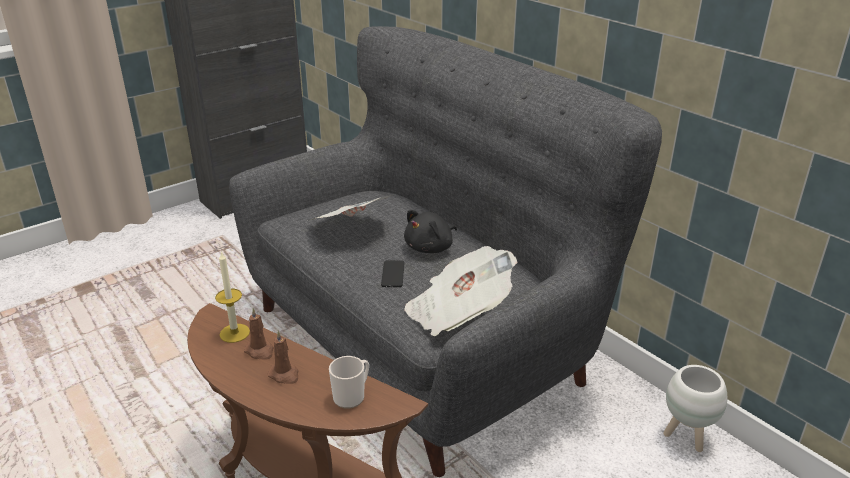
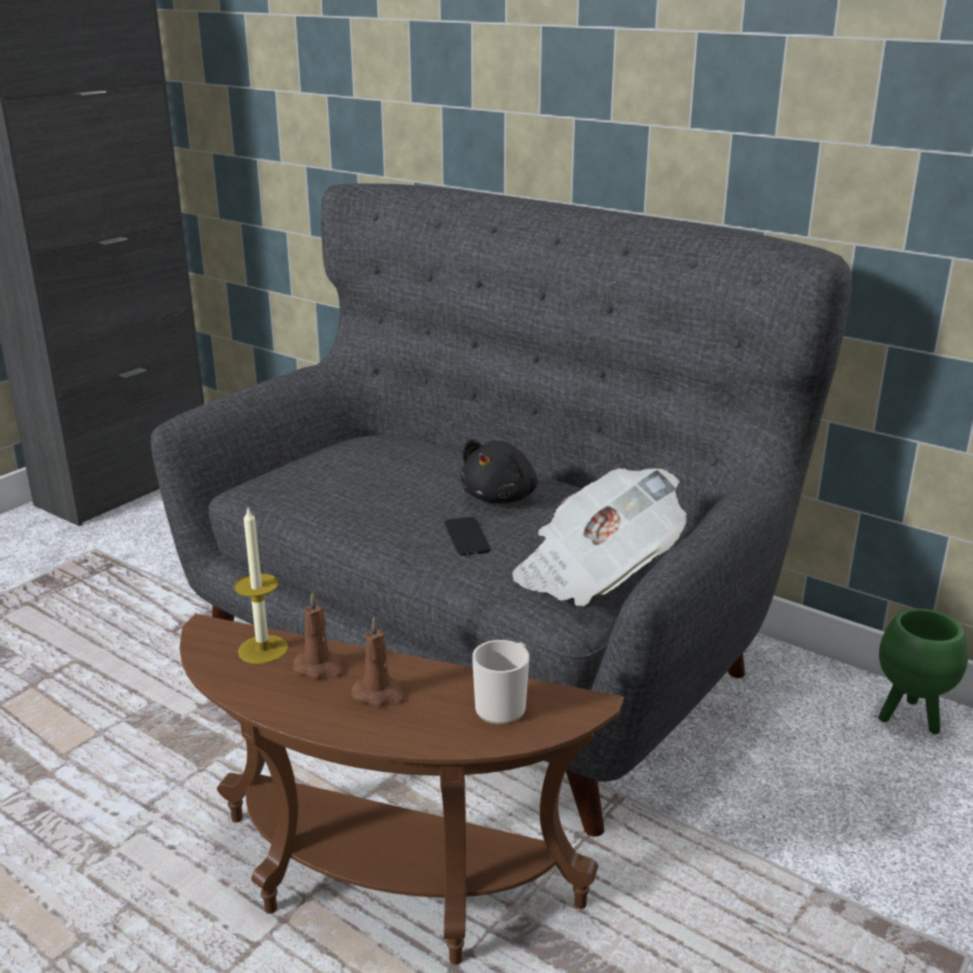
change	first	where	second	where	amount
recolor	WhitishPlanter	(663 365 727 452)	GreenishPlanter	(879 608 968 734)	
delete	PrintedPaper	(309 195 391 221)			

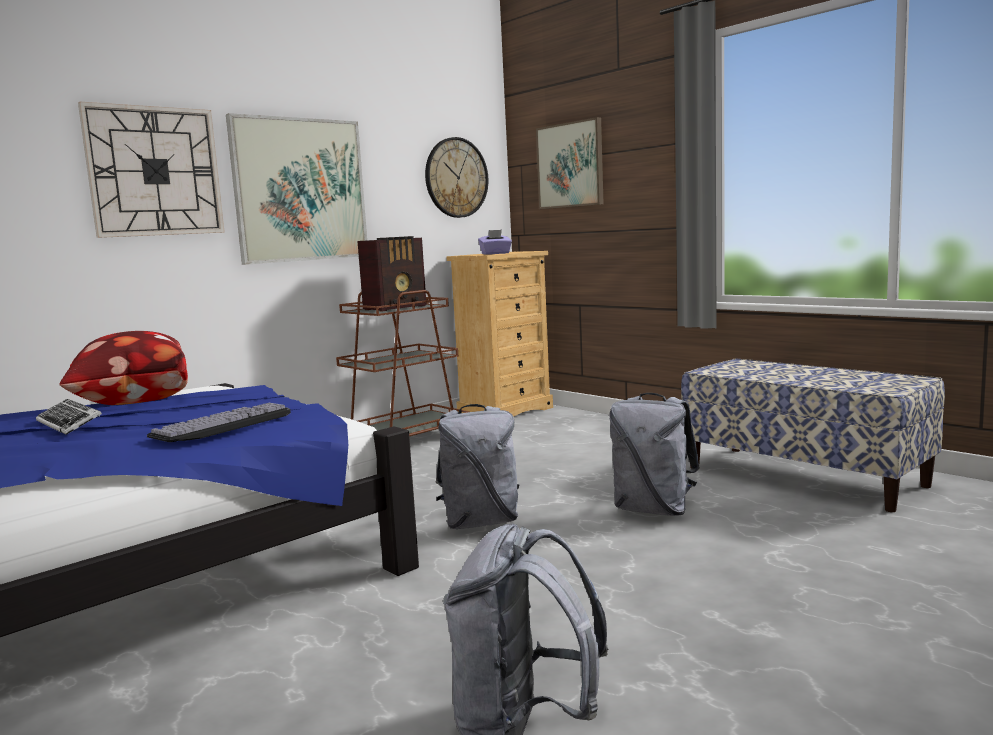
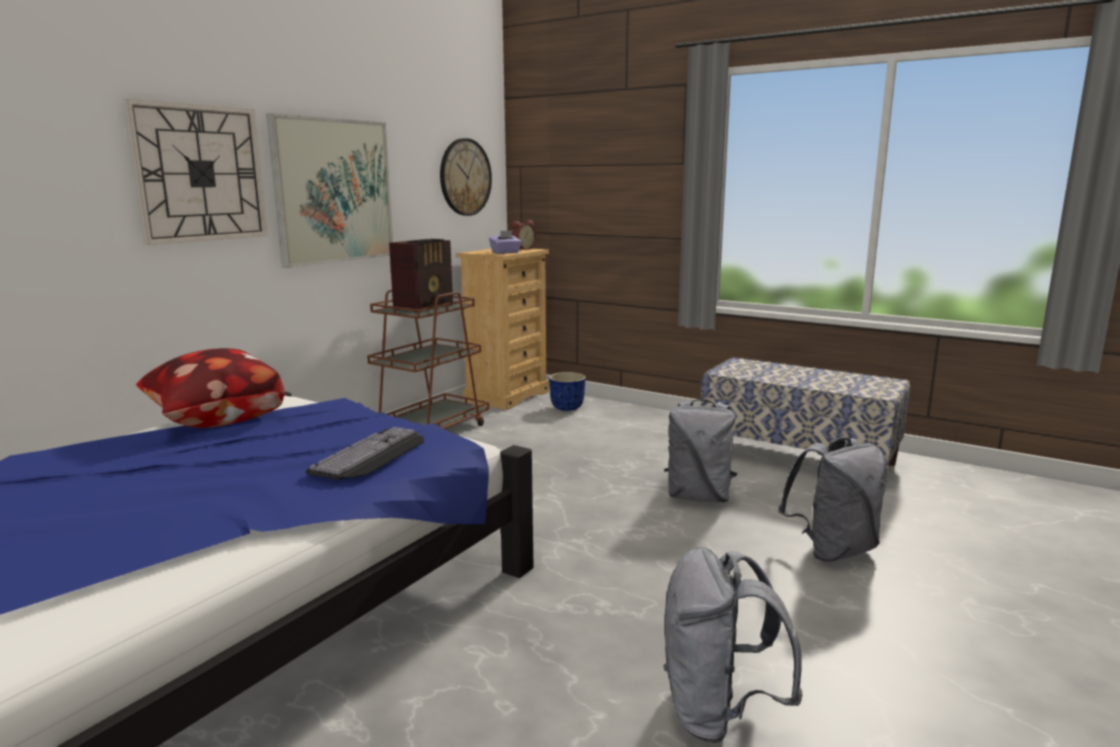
change	first	where	second	where	amount
insert			AlarmClock	(510 220 536 250)	
insert			Planter	(549 372 586 411)	
move	GreyishRucksack	(436 404 520 529)		(778 437 887 562)	
delete	ComputerKeyboard	(36 399 102 435)			
delete	Picture	(536 117 604 209)			

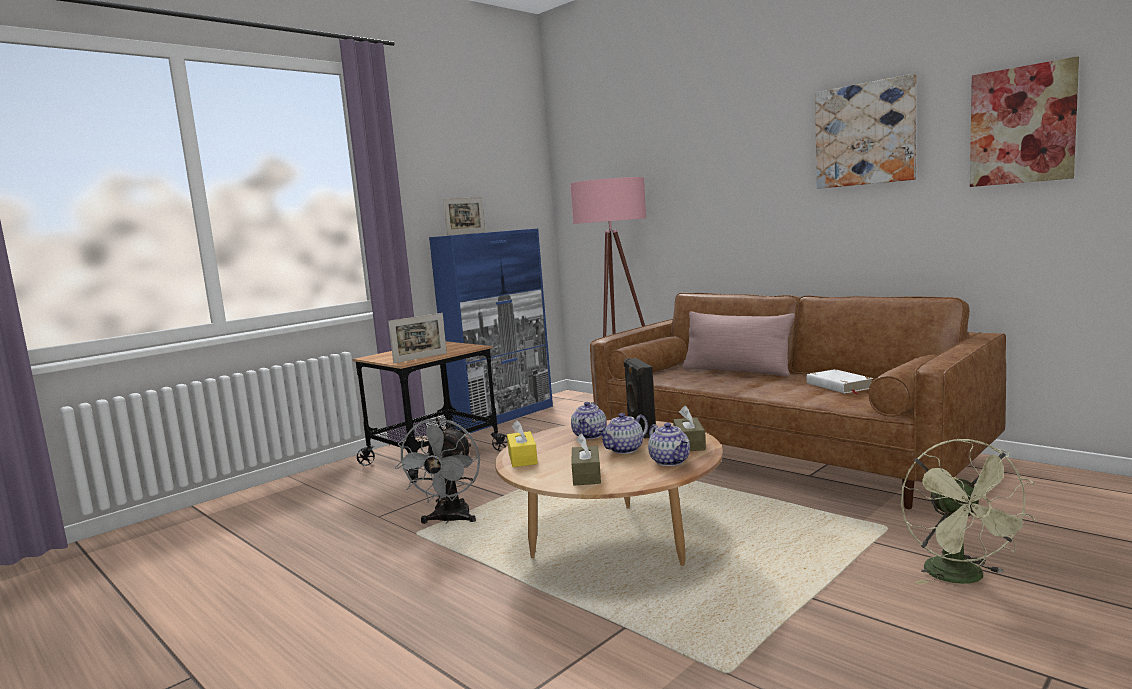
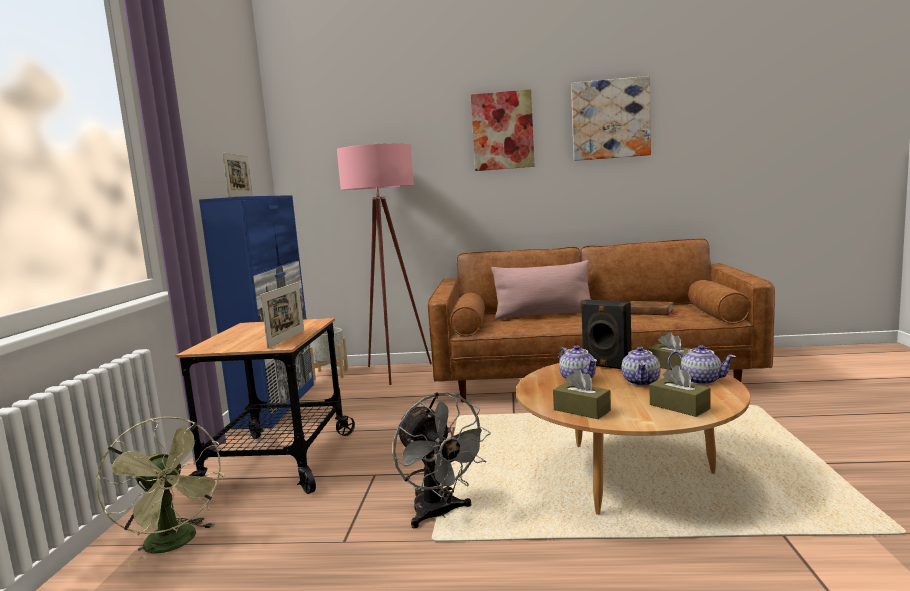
change	first	where	second	where	amount
move	GreenishFan	(901 438 1036 585)		(96 417 225 566)	
insert			GreyishPlanter	(310 328 348 380)	
move	Picture	(970 56 1079 187)		(471 89 535 171)	
recolor	YellowTissueHolder	(507 420 538 467)	BrownTissueHolder	(553 370 611 419)	
recolor	WhitishVolume	(807 369 874 395)	BrownVolume	(630 301 678 316)	

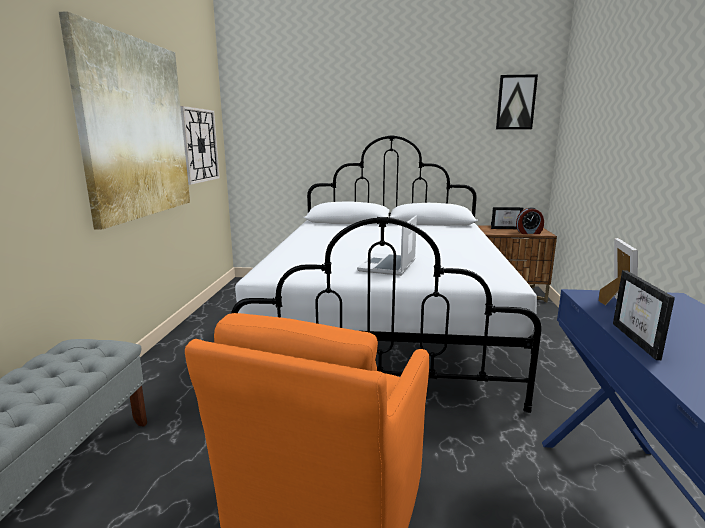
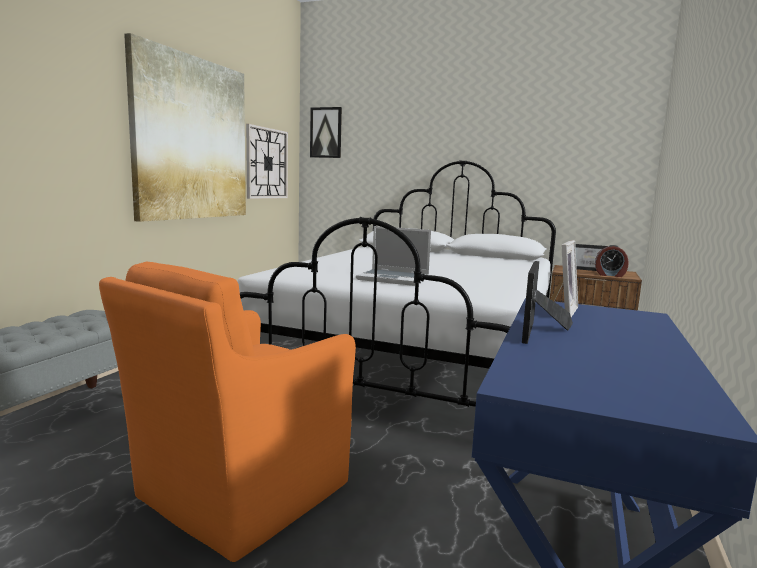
change	first	where	second	where	amount
move	Picture	(496 74 538 129)		(310 107 342 158)	
rotate	PortableComputer	(357 216 417 276)		(356 226 431 286)	105 degrees counterclockwise

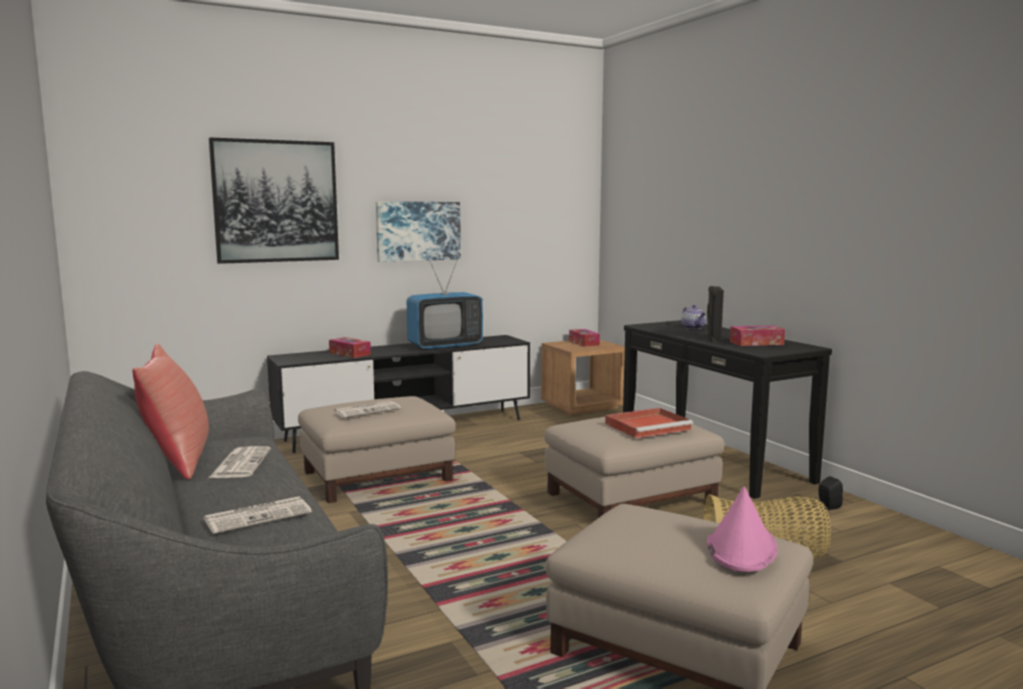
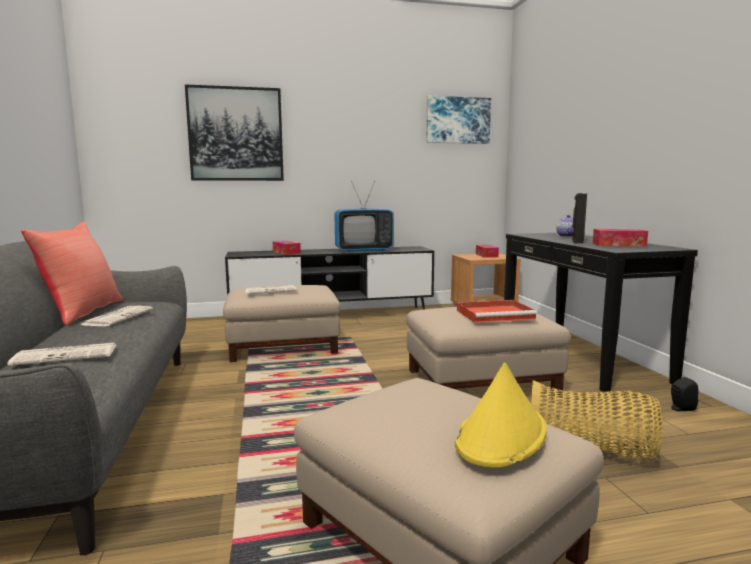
change	first	where	second	where	amount
move	Picture	(376 202 461 262)		(426 96 491 144)	
recolor	PinkishHat	(707 487 777 572)	YellowHat	(455 363 547 467)	

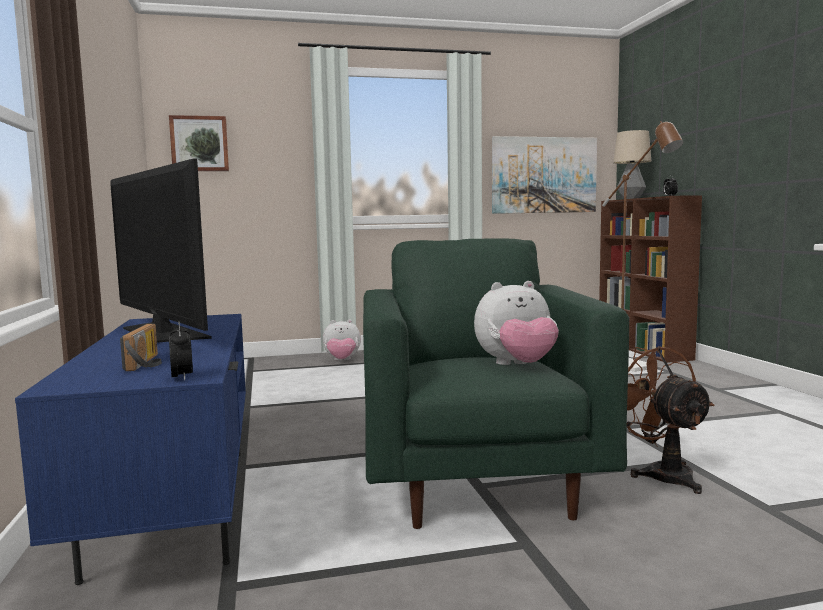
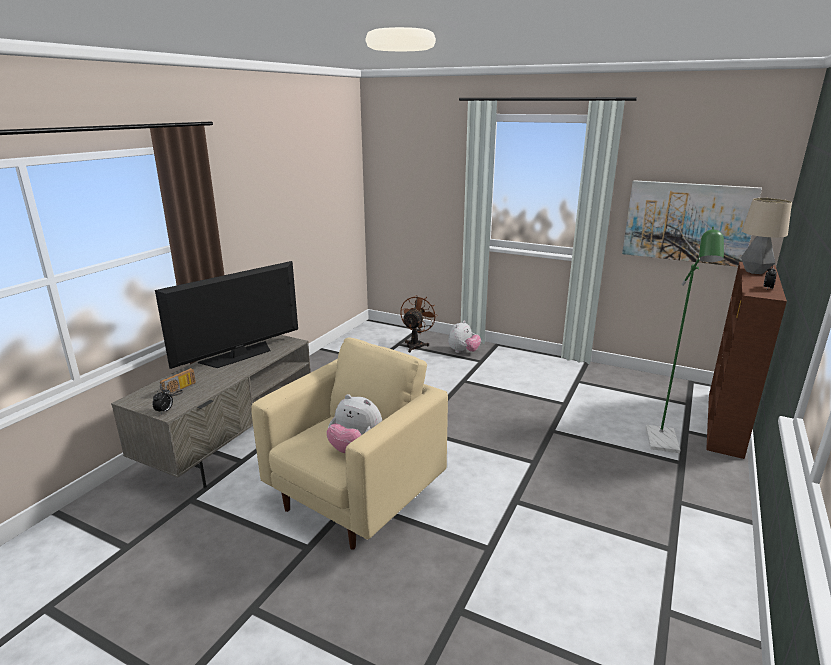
change	first	where	second	where	amount
recolor	BlueTvStand	(15 314 246 585)	GreyishTvStand	(111 335 311 488)	
rotate	Tv	(111 158 212 343)		(155 261 298 369)	135 degrees counterclockwise
recolor	GreenishEasyChair	(363 238 629 529)	BeigeEasyChair	(251 338 448 550)	
move	BrownFan	(627 346 715 494)		(400 295 438 352)	
rotate	SoftToy	(323 319 361 360)		(448 321 481 353)	90 degrees counterclockwise
recolor	BrownStandingLamp	(602 121 683 372)	GreenishStandingLamp	(646 227 724 453)	
delete	Picture	(169 115 229 171)			

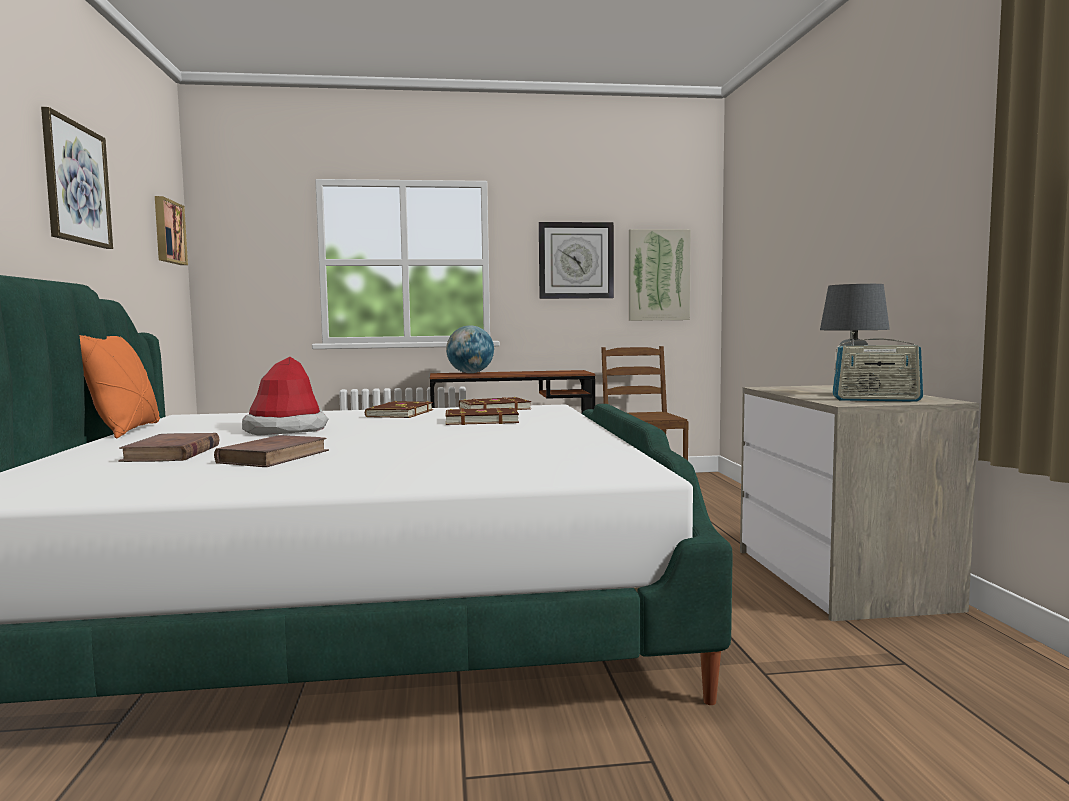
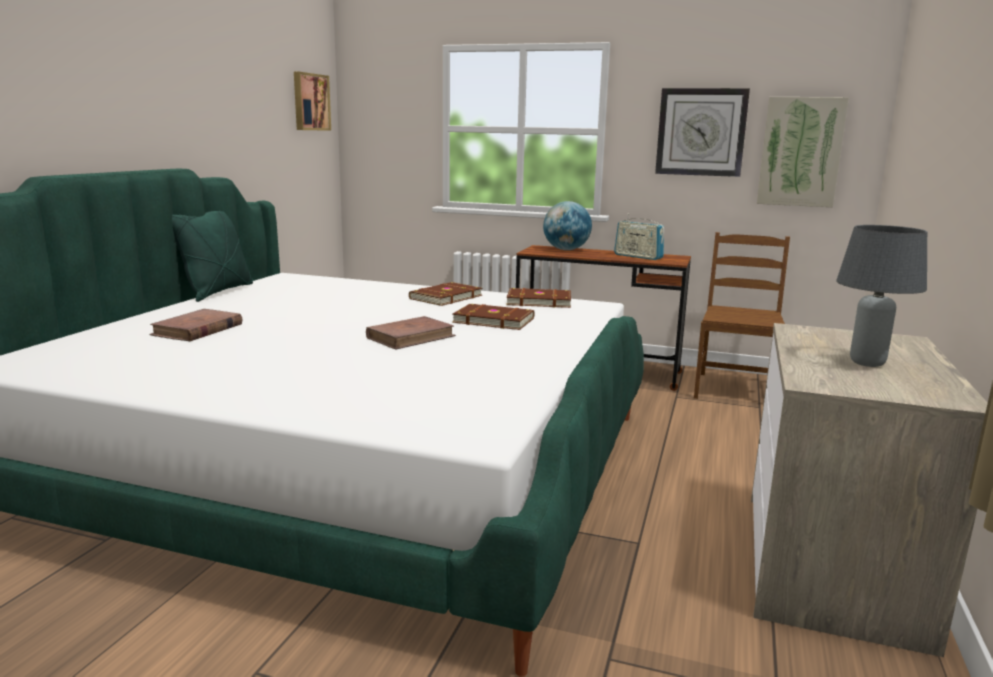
change	first	where	second	where	amount
recolor	OrangeColouredCushion	(79 335 160 438)	GreenishCushion	(172 211 253 302)	
move	BrownVolume	(214 435 329 467)		(366 316 456 349)	
move	RadioReceiver	(832 332 923 402)		(614 213 664 260)	
delete	Picture	(41 107 113 249)			
delete	Hat	(242 357 329 436)			

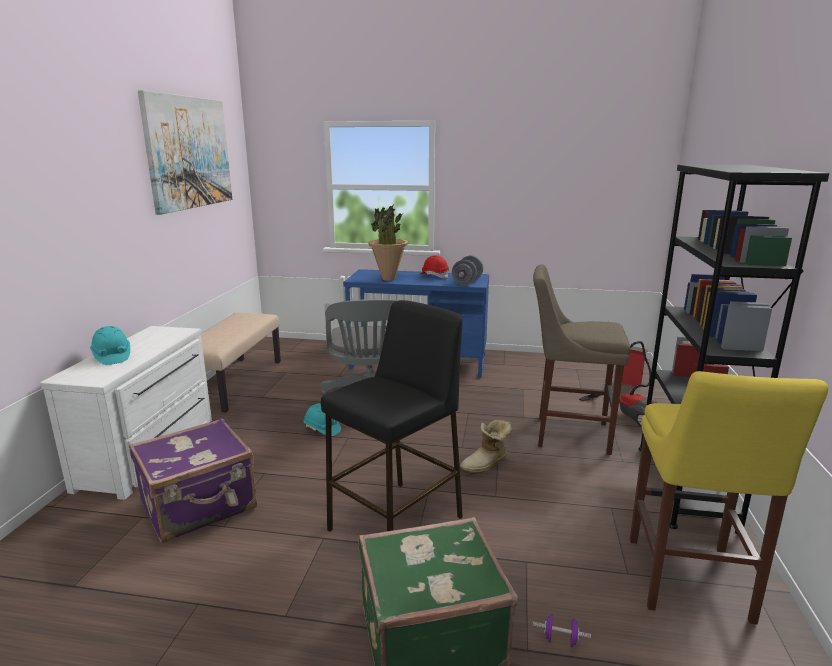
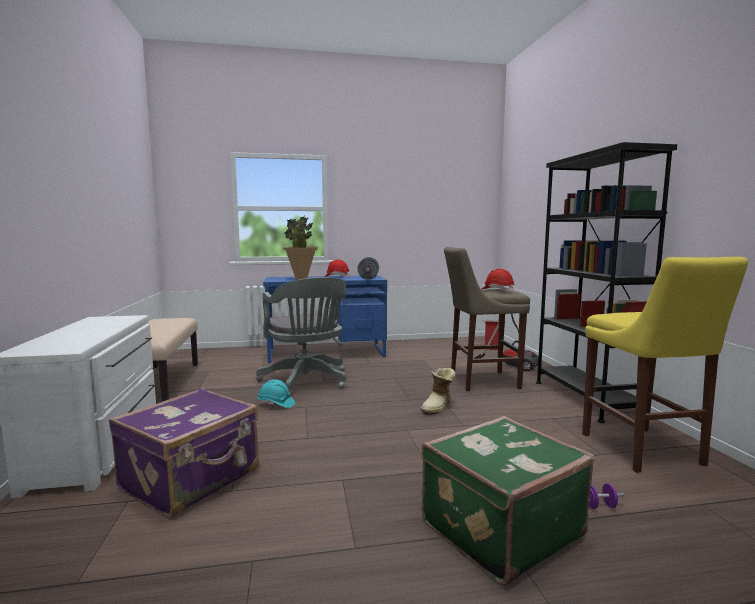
change	first	where	second	where	amount
insert			RedHardHat	(482 269 515 292)	
delete	BlueGreenHardHat	(90 326 130 365)			
delete	Picture	(138 90 232 215)			
delete	BlackColouredStoolSeat	(321 300 463 532)			

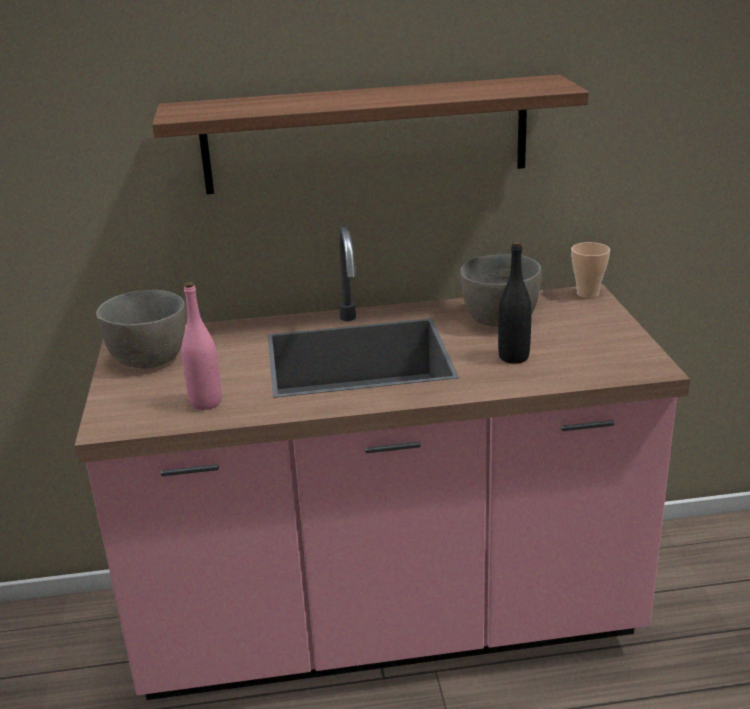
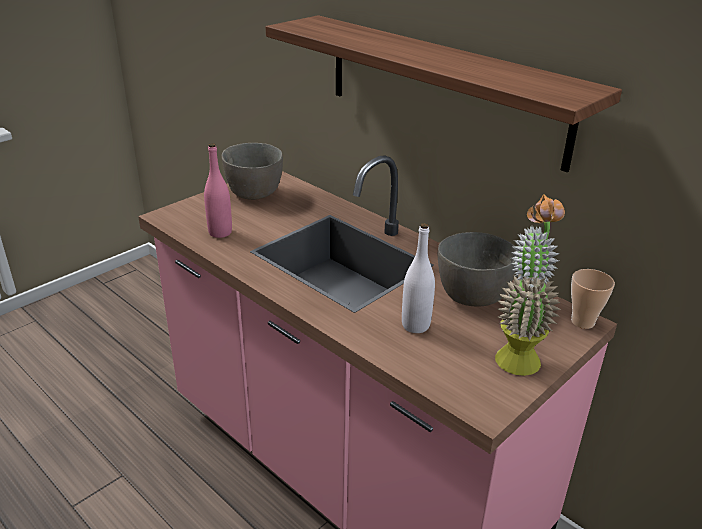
change	first	where	second	where	amount
recolor	BlackColouredBottle	(498 241 532 364)	WhitishBottle	(402 223 435 333)	
insert			Houseplant	(495 195 565 376)	

